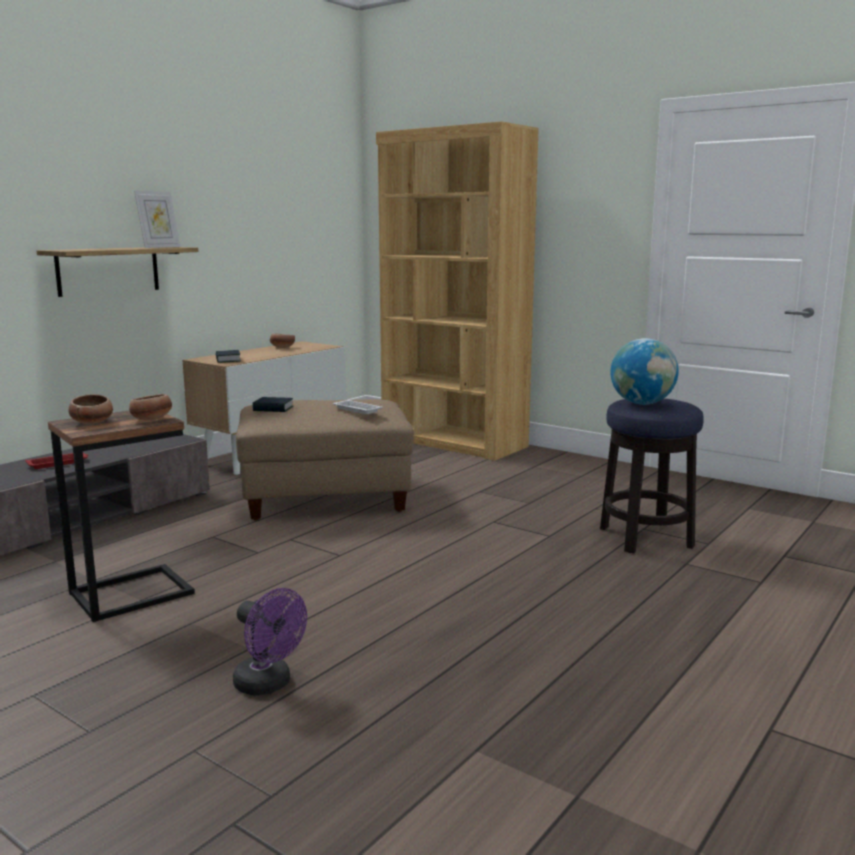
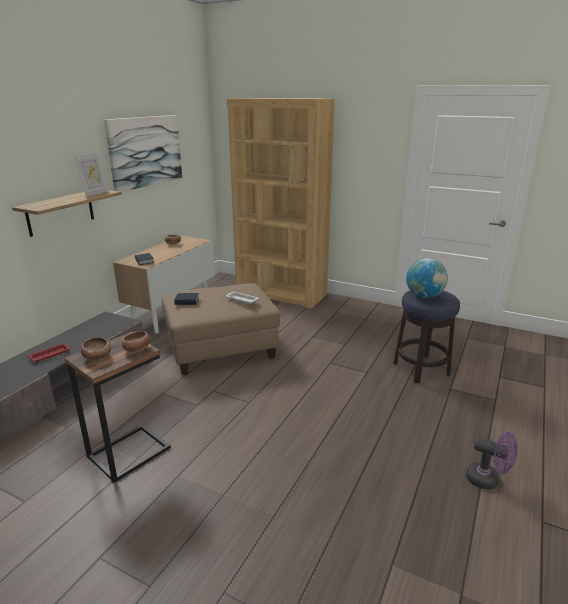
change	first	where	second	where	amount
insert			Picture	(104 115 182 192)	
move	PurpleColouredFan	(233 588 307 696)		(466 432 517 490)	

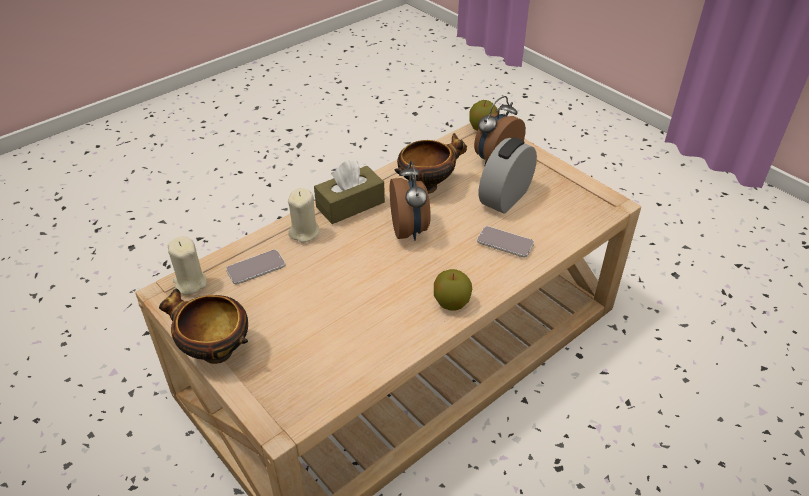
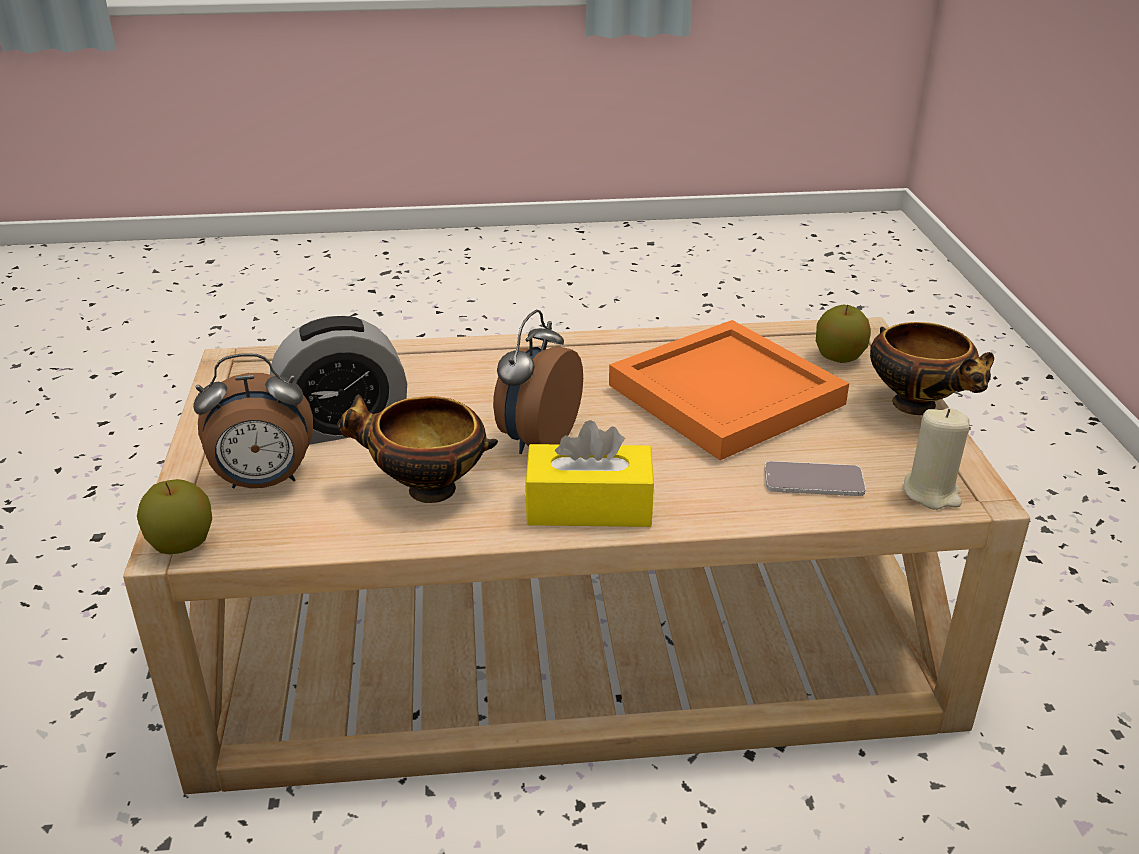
change	first	where	second	where	amount
recolor	BrownTissueHolder	(314 160 385 224)	YellowTissueHolder	(525 420 655 527)	
insert			OrangeColouredServingTray	(609 320 849 460)	
move	WholeApple	(434 269 472 311)		(816 305 871 363)	
delete	BeigeWaxCandle	(288 188 320 243)			
delete	Telephone	(477 226 534 257)			

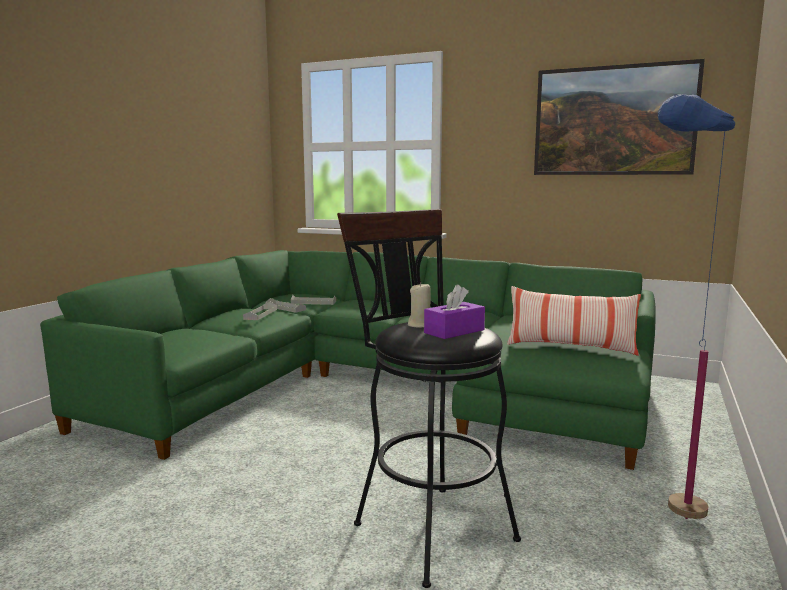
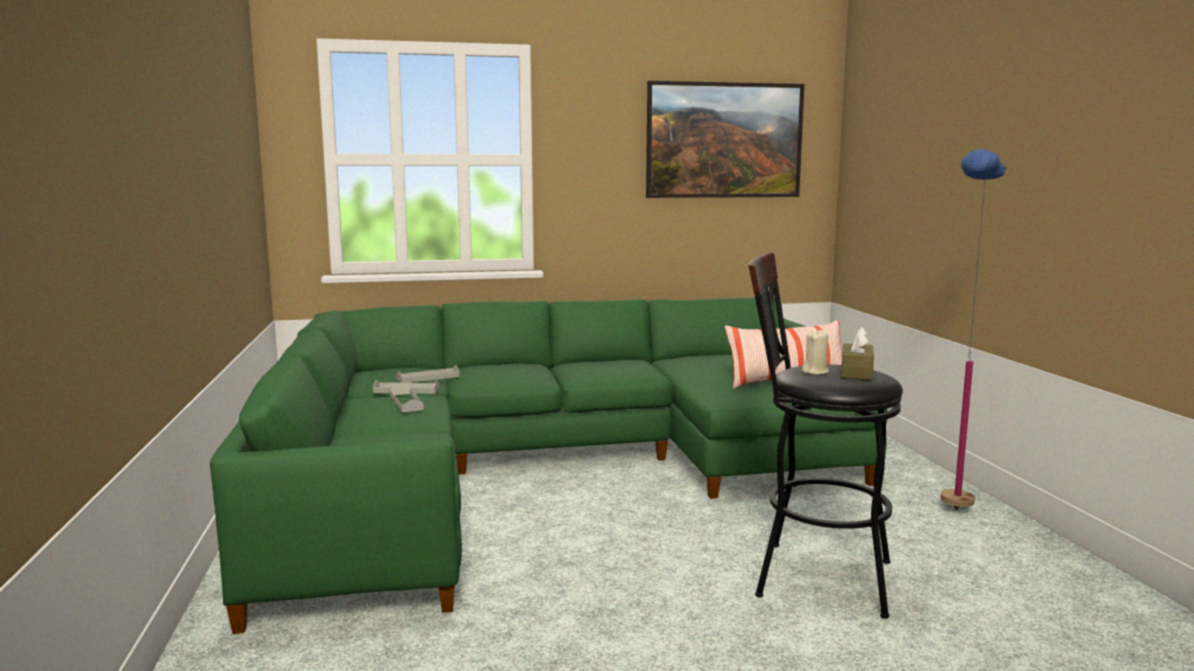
change	first	where	second	where	amount
recolor	PurpleColouredTissueHolder	(424 284 485 339)	BrownTissueHolder	(841 327 874 380)	

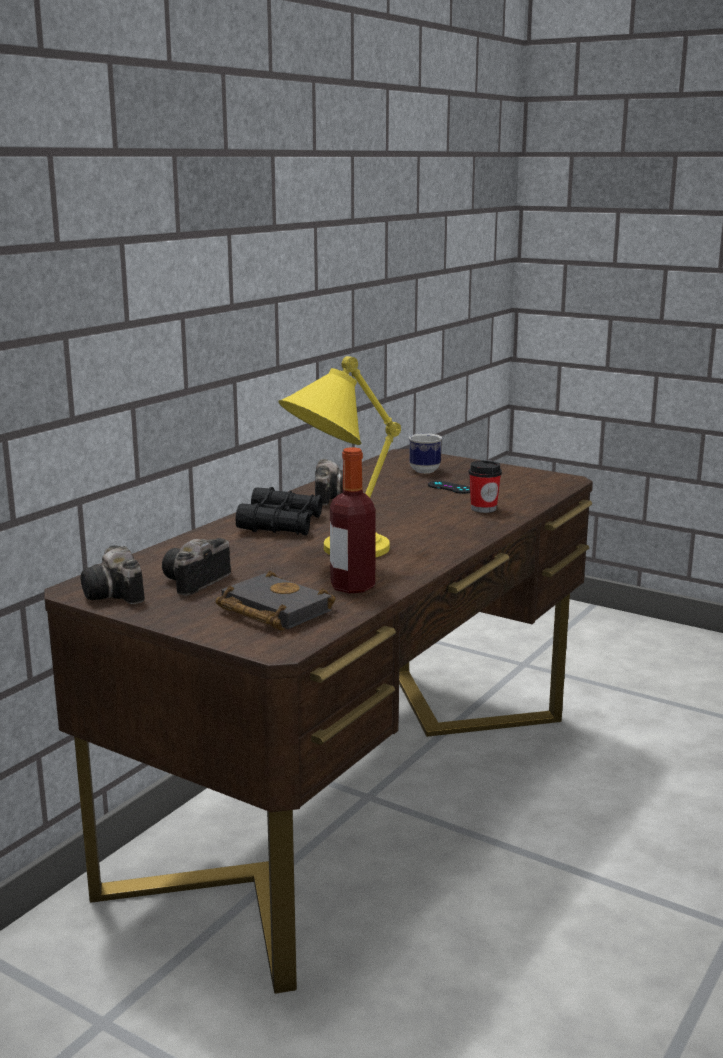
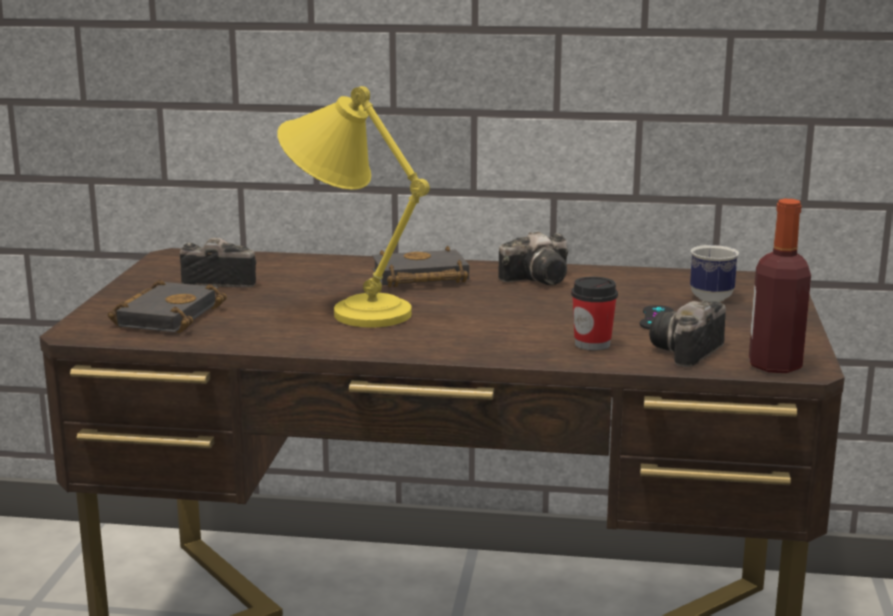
change	first	where	second	where	amount
replace	BlackColouredPairOfBinoculars	(236 487 322 535)	BlackColouredVolume	(372 246 469 287)	
move	StillCamera	(81 545 145 604)		(649 301 726 367)	
move	Bottle	(330 447 376 593)		(749 199 811 373)	

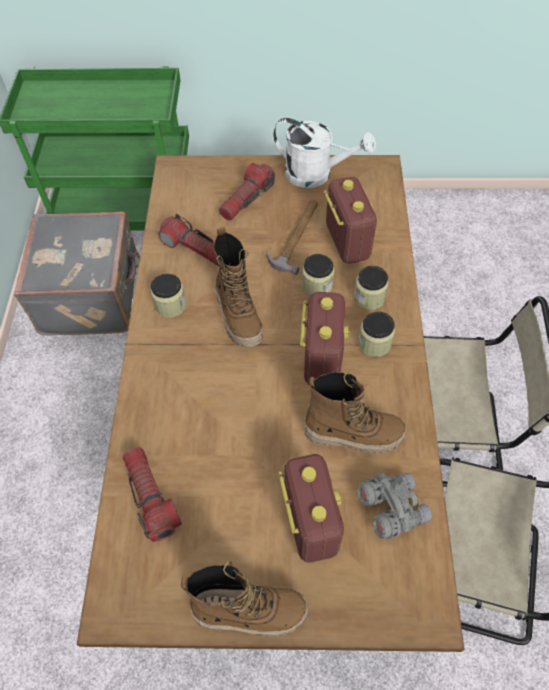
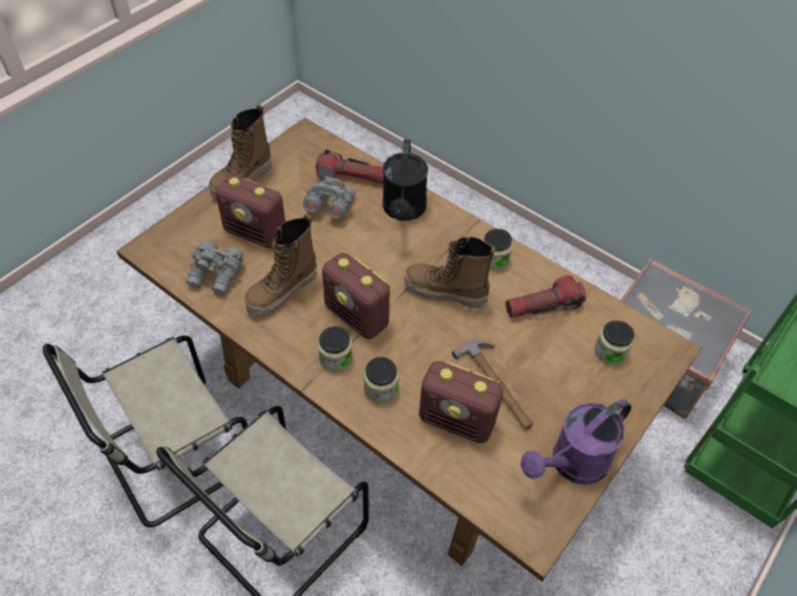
change	first	where	second	where	amount
insert			GreyishPairOfBinoculars	(303 176 355 219)	
insert			BlackColouredWateringCan	(382 139 428 221)	
recolor	WhitishWateringCan	(273 118 376 188)	PurpleColouredWateringCan	(521 399 632 485)	
move	StorageJar	(302 254 335 296)		(594 320 634 365)	
delete	HandTorch	(219 163 275 221)			

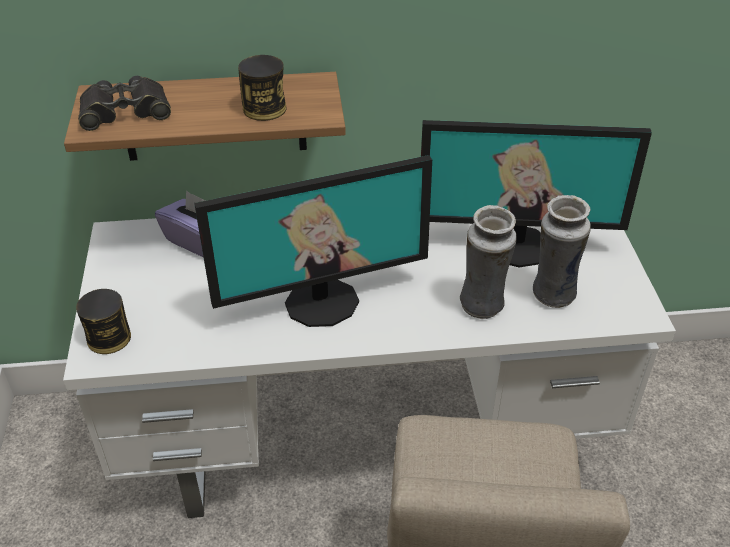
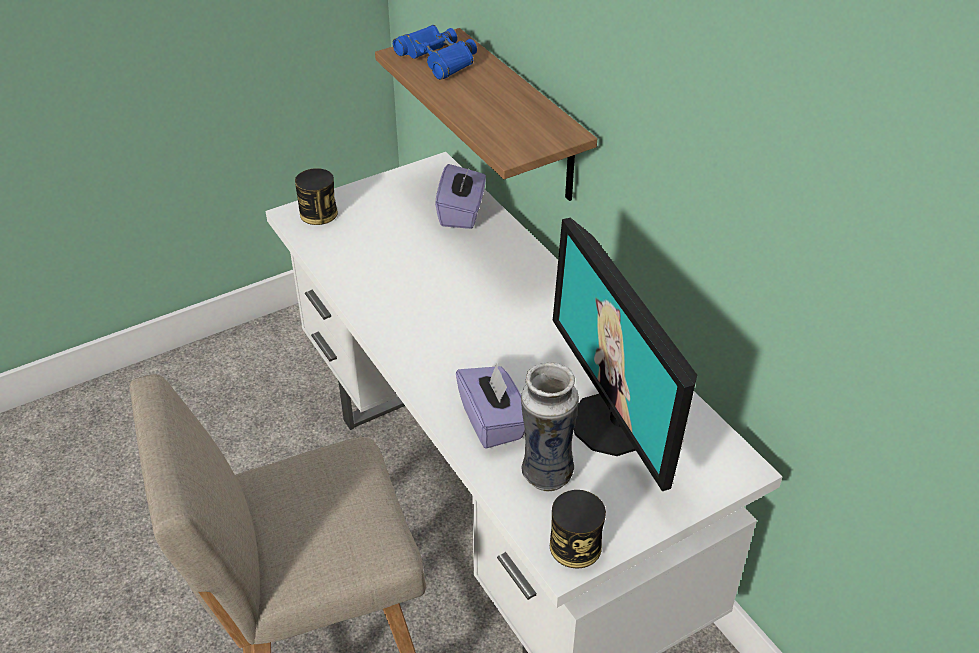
change	first	where	second	where	amount
recolor	BlackColouredPairOfBinoculars	(78 76 171 131)	BluePairOfBinoculars	(393 25 477 80)	
replace	DecorativeVase	(460 205 517 319)	PurpleColouredTissueHolder	(456 363 525 449)	
move	MetalCan	(238 55 287 121)		(550 490 606 569)	
delete	ComputerScreen	(194 155 432 327)			

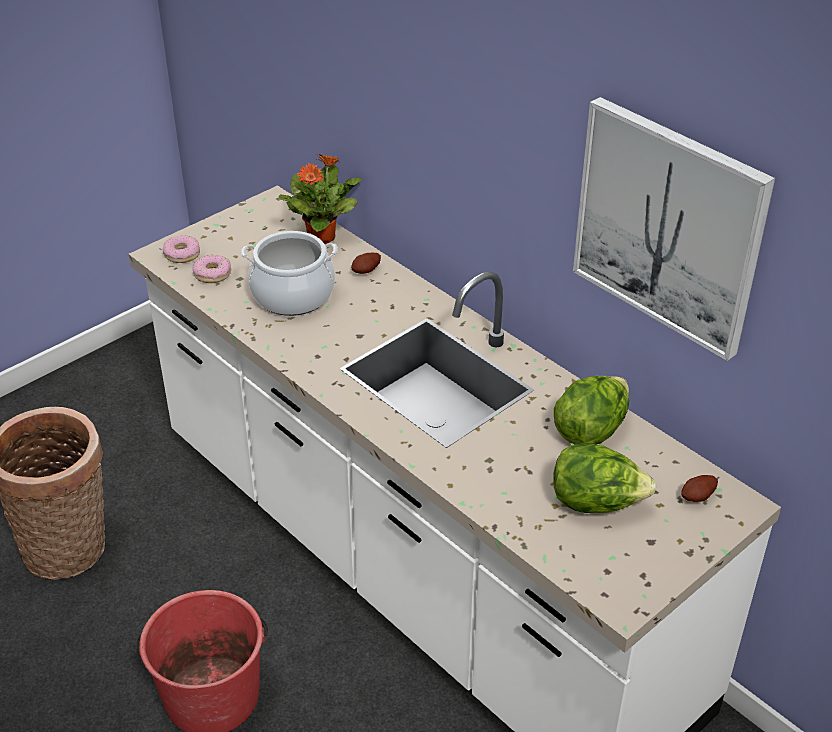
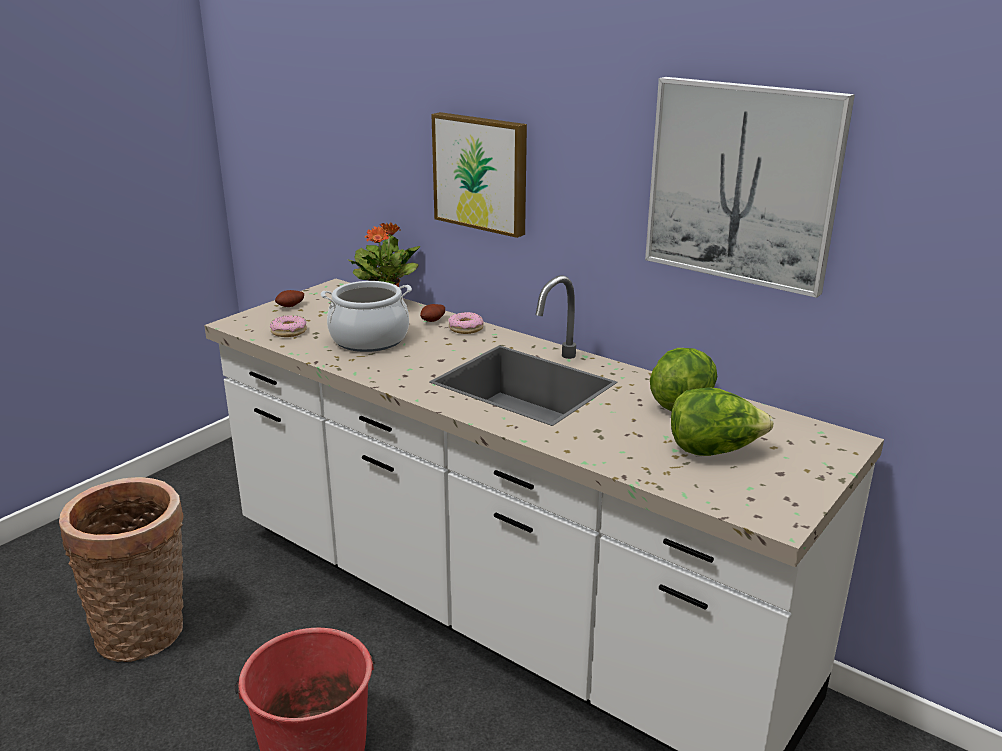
change	first	where	second	where	amount
move	Spud	(681 475 718 502)		(275 290 304 307)	
insert			Picture	(431 112 527 238)	
move	Donut	(163 235 200 263)		(448 312 484 334)	

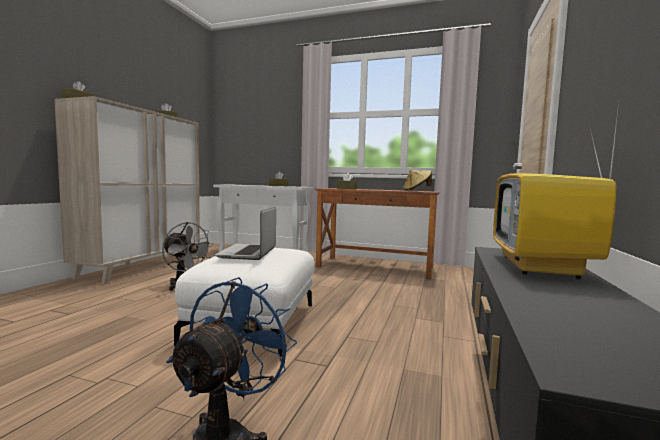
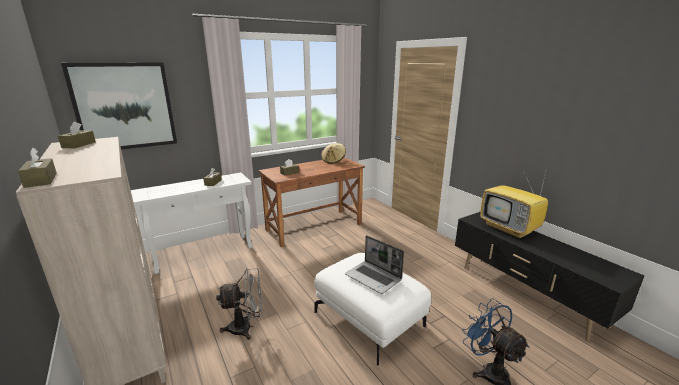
change	first	where	second	where	amount
insert			Picture	(61 62 177 150)	

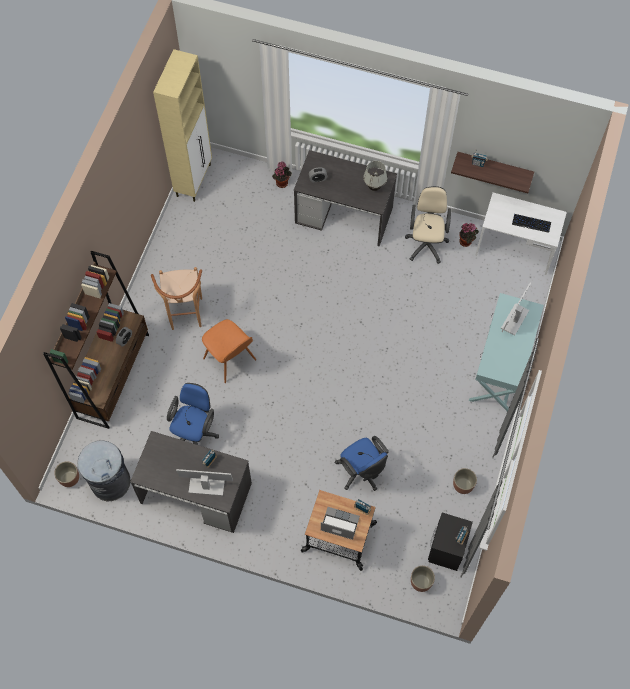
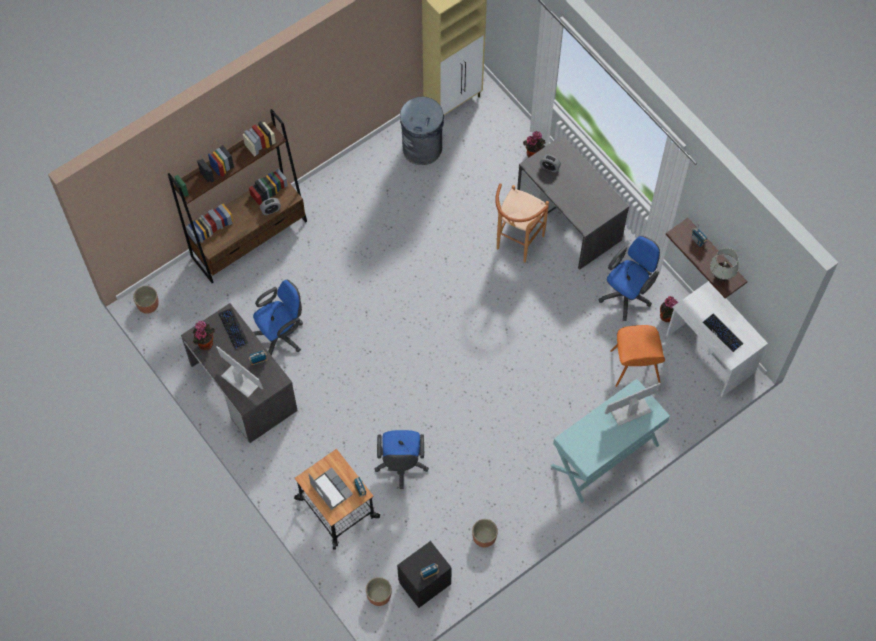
change	first	where	second	where	amount
insert			Houseplant	(193 321 215 350)	
insert			ComputerKeyboard	(218 308 249 349)	
move	GreyishWasteBin	(78 440 130 501)		(400 97 444 165)	
move	BrownStoolSeat	(151 267 202 330)		(495 183 549 262)	
recolor	BeigeOfficeChair	(405 186 451 264)	BlueOfficeChair	(599 236 660 321)	
move	OrangeColouredPlainChair	(202 319 256 383)		(610 325 665 387)	
move	WhitishTabletopLamp	(363 161 387 191)		(710 248 739 281)	

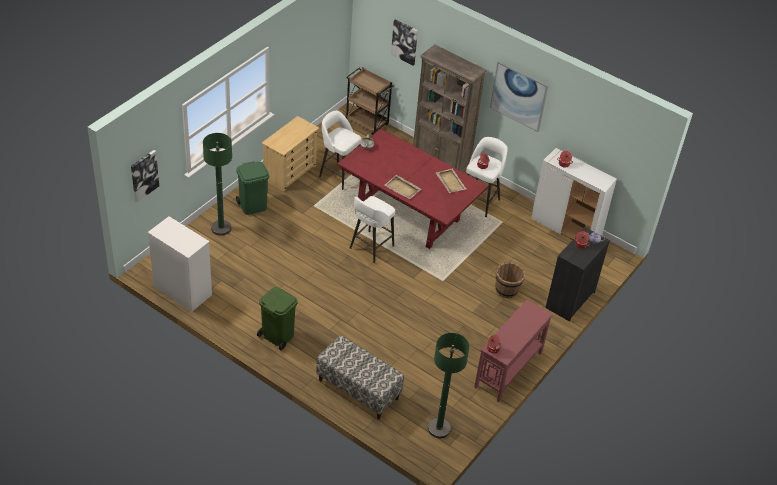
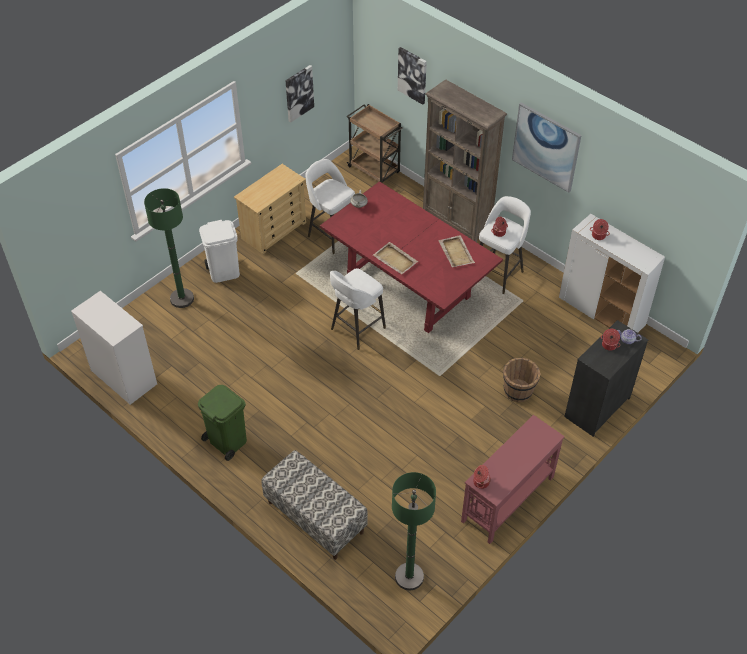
change	first	where	second	where	amount
recolor	GreenishWasteBin	(236 161 269 215)	WhitishWasteBin	(199 220 240 283)	
move	Picture	(131 150 159 202)		(285 65 314 123)	

